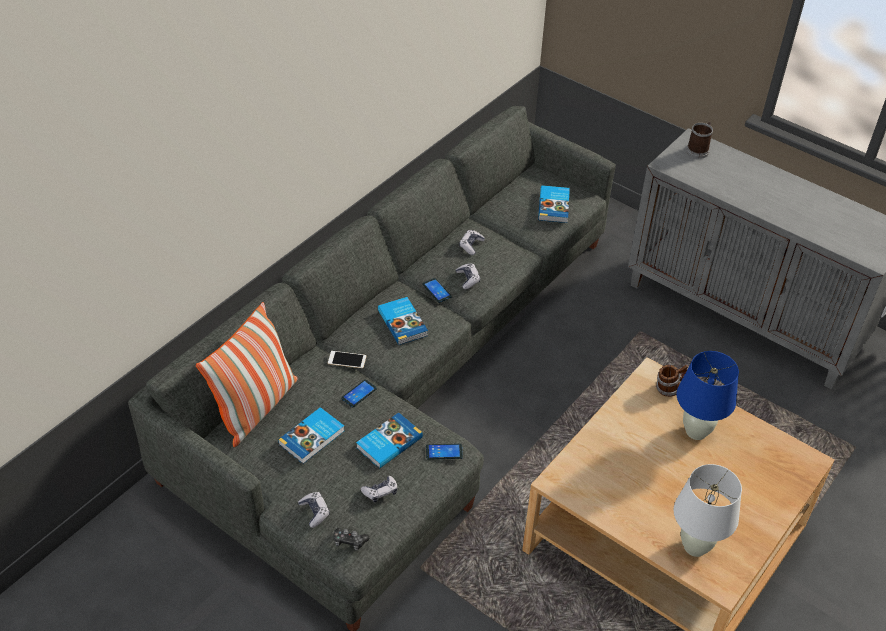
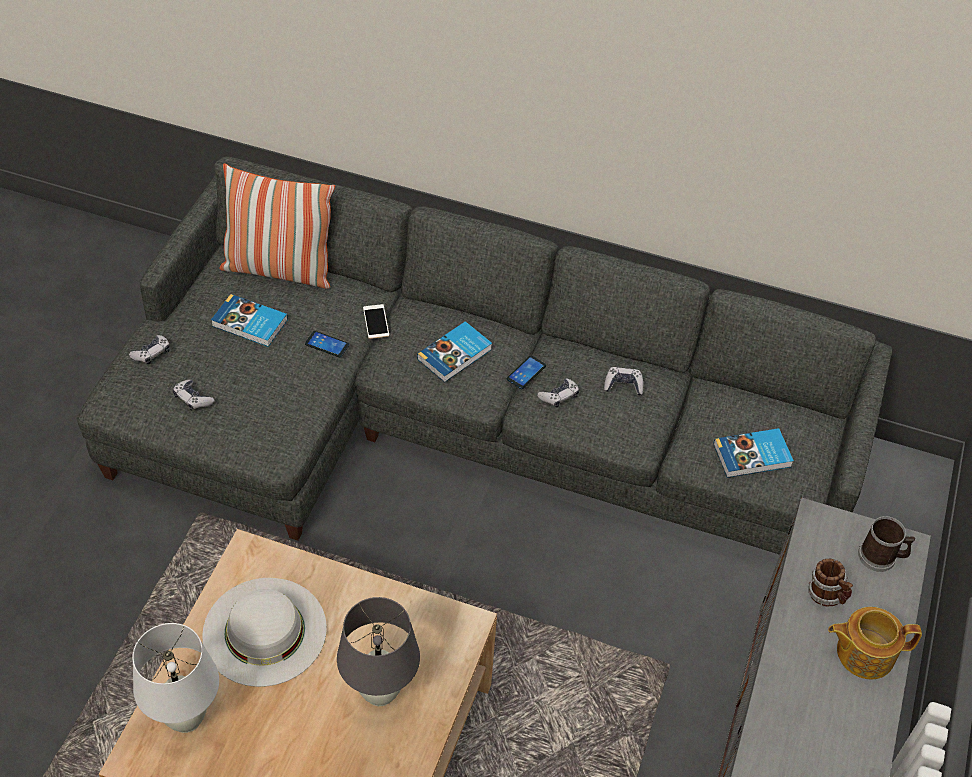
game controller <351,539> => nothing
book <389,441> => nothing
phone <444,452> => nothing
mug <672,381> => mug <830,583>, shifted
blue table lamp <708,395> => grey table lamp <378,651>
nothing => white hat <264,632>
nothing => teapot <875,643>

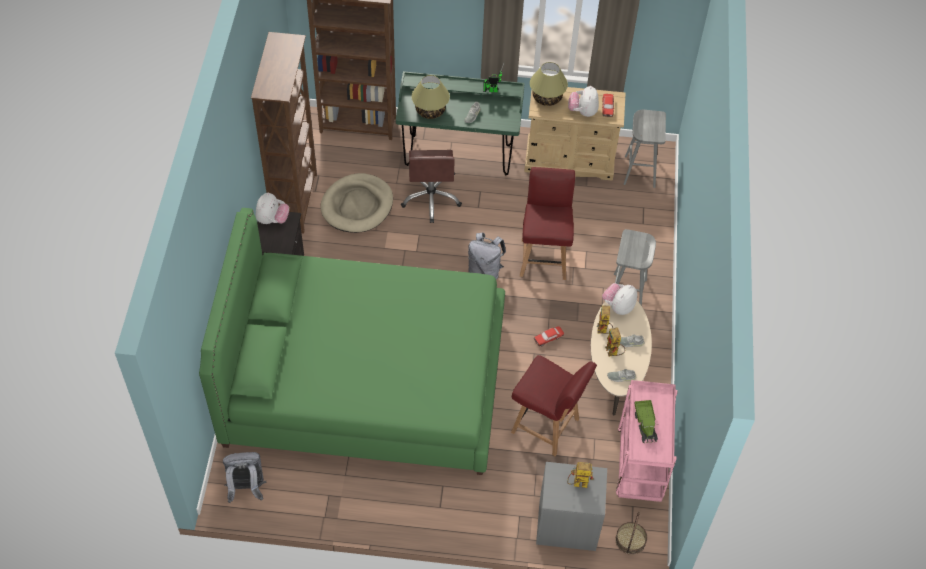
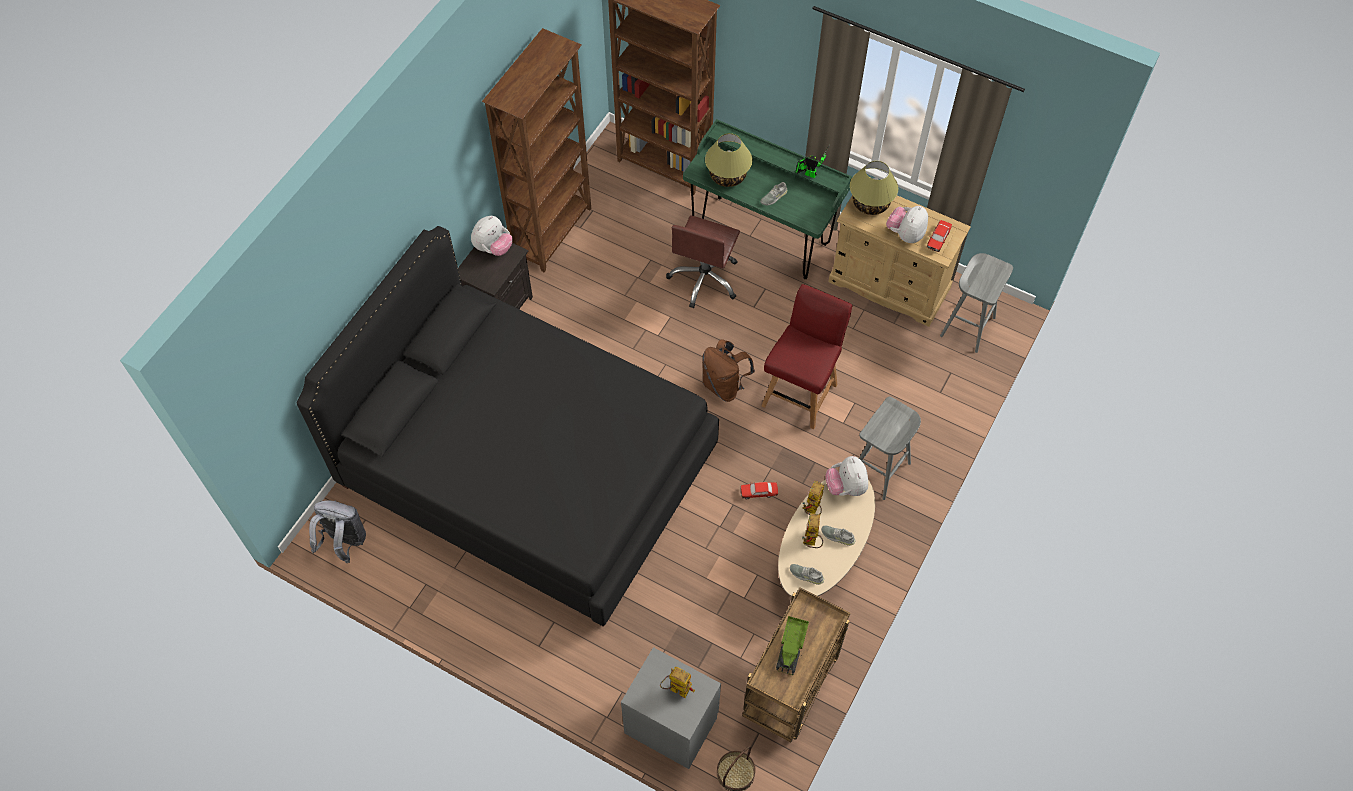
green bed <352,341> => black bed <507,426>
beige dog bed <356,203> => nothing
grey backpack <487,256> => brown backpack <728,370>
red chair <554,405> => nothing
plush toy <619,299> => plush toy <846,476>, 75 degrees counterclockwise
pink cart <646,441> => brown cart <796,664>

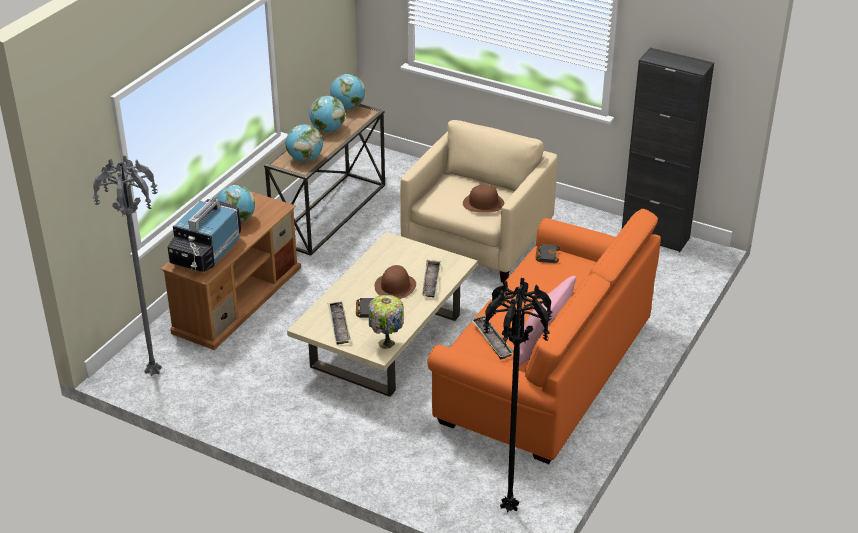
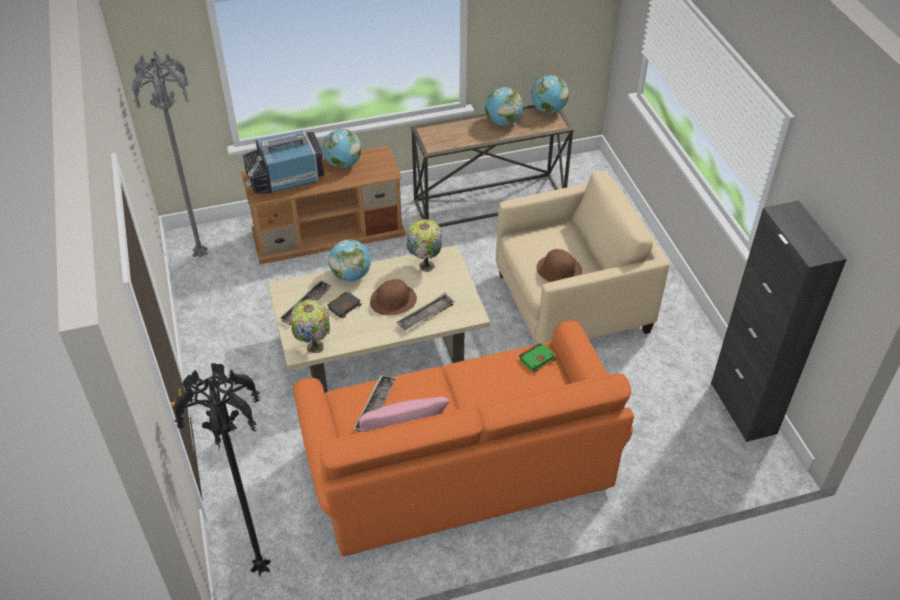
globe <304,143> => globe <350,260>, shifted
black book <548,253> => green book <537,357>
nothing => table lamp <424,245>

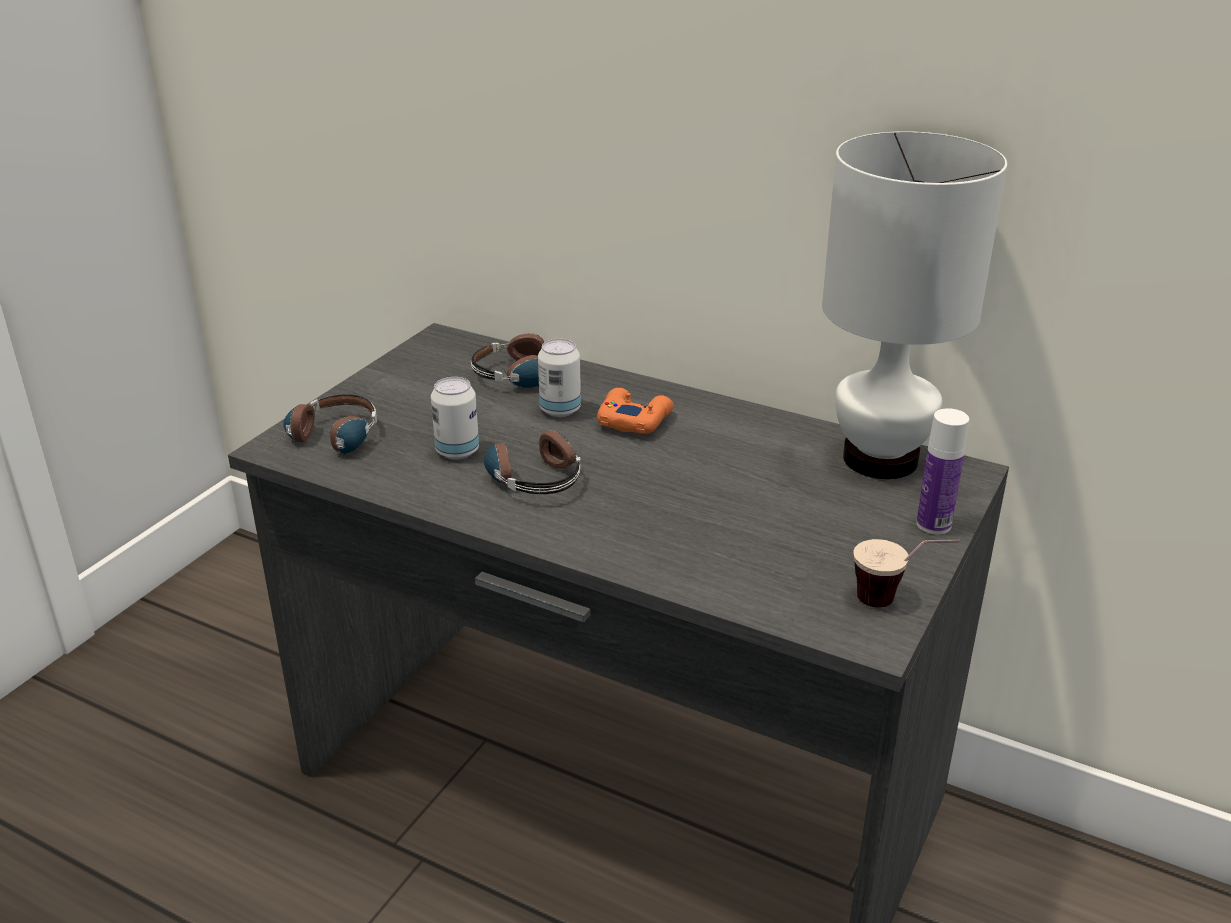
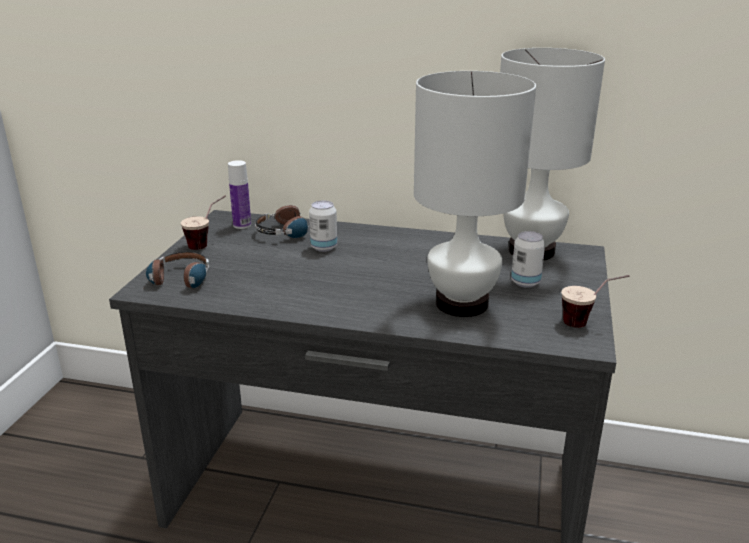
can <455,418> => can <528,259>, shifted
headphones <532,458> => nothing
orange game controller <635,411> => nothing
bottle <942,471> => bottle <239,194>, shifted
nothing => cup <203,222>
nothing => white table lamp <475,194>

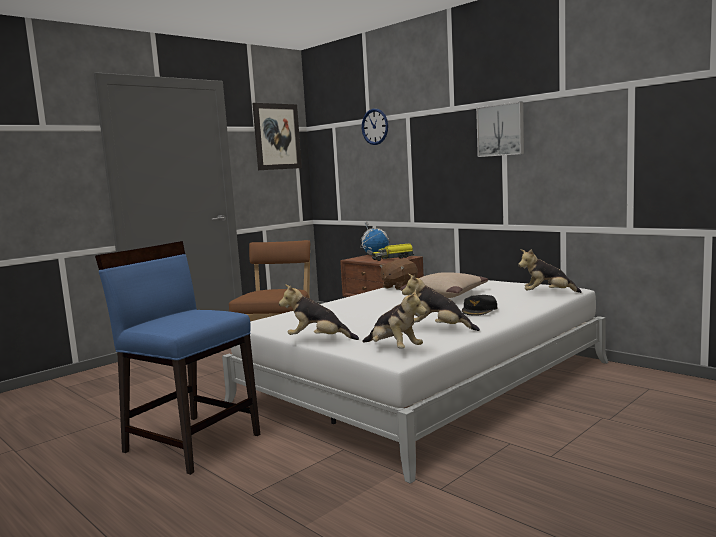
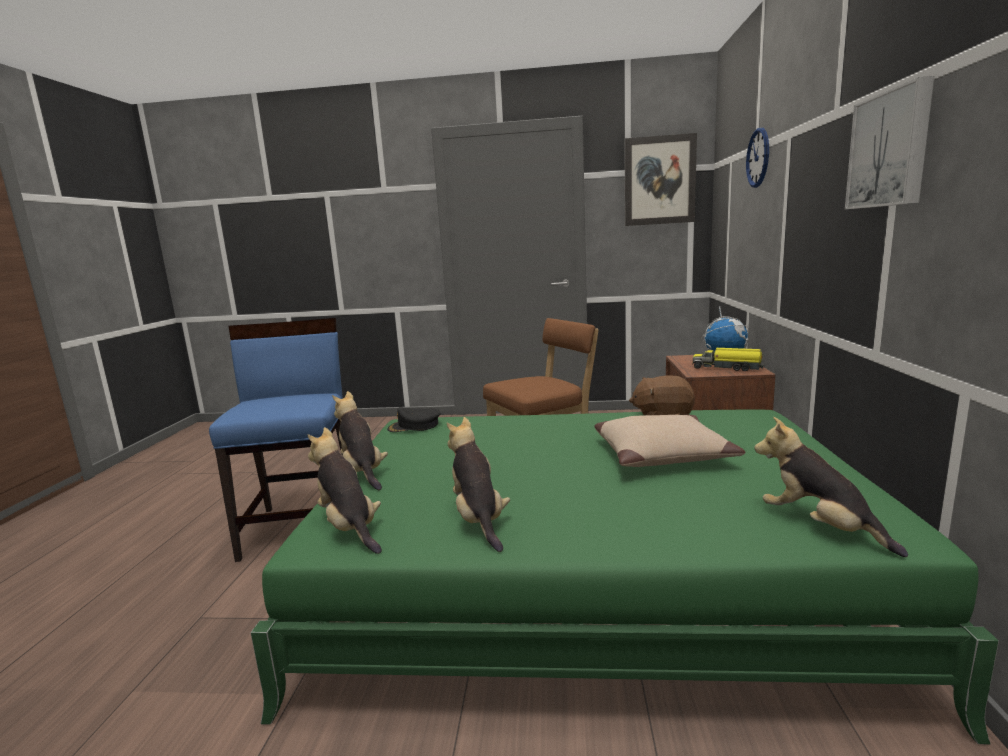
white bed <415,382> => green bed <625,577>
plush toy <395,319> => plush toy <345,490>, 135 degrees clockwise
black cap <479,305> => black cap <414,419>, shifted

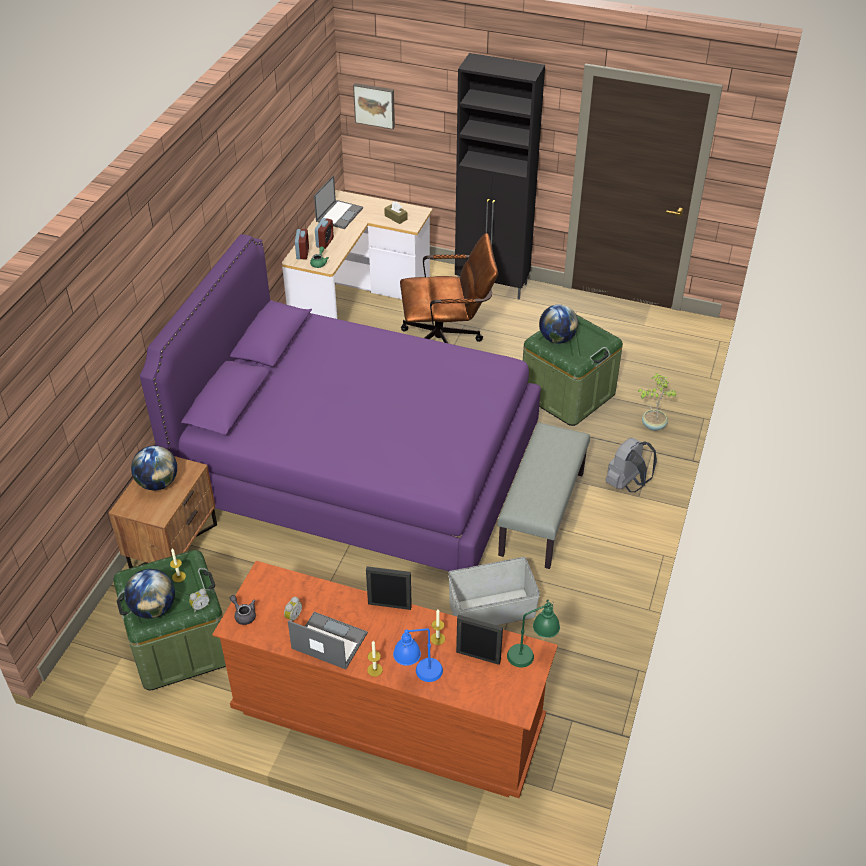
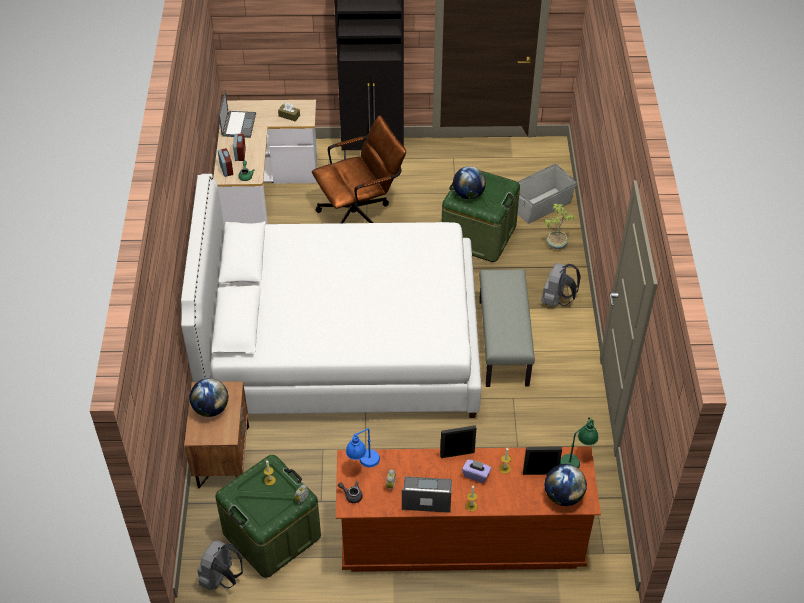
globe <149,594> => globe <566,485>, shifted
purple bed <340,402> => white bed <331,296>
picture <374,106> => nothing
blue table lamp <418,655> => blue table lamp <363,447>, shifted
grey storage box <494,591> => grey storage box <547,193>, shifted
nothing => grey backpack <220,565>
nothing => purple tissue box <476,471>

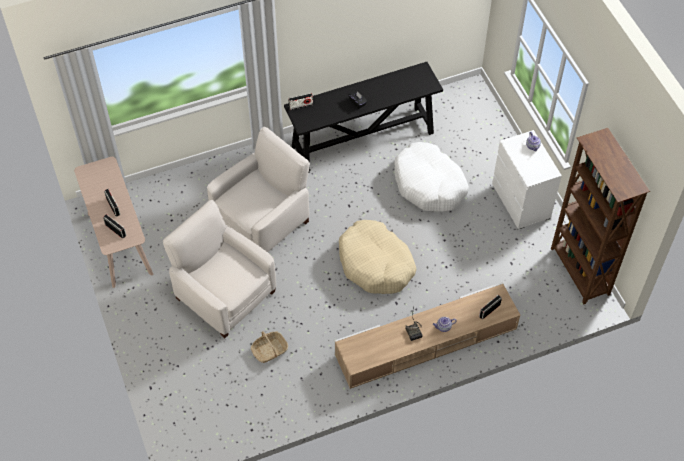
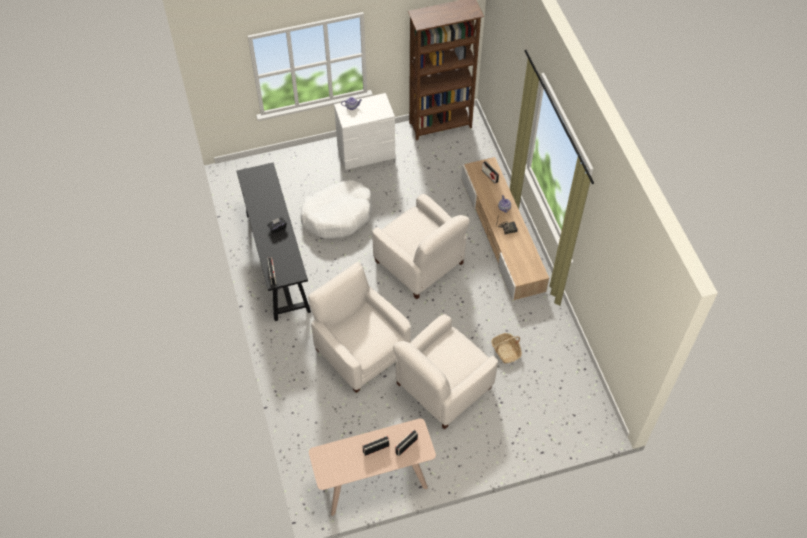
beige dog bed <377,257> => white armchair <421,246>

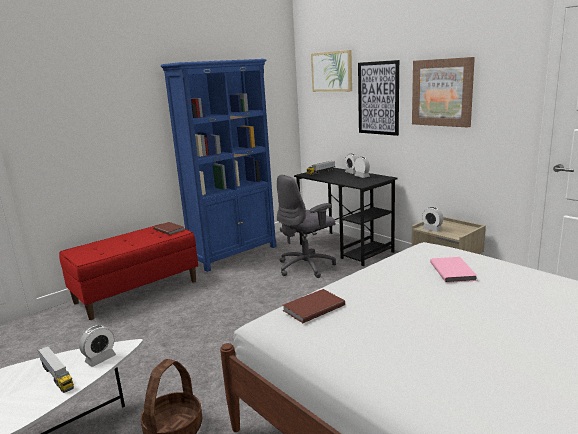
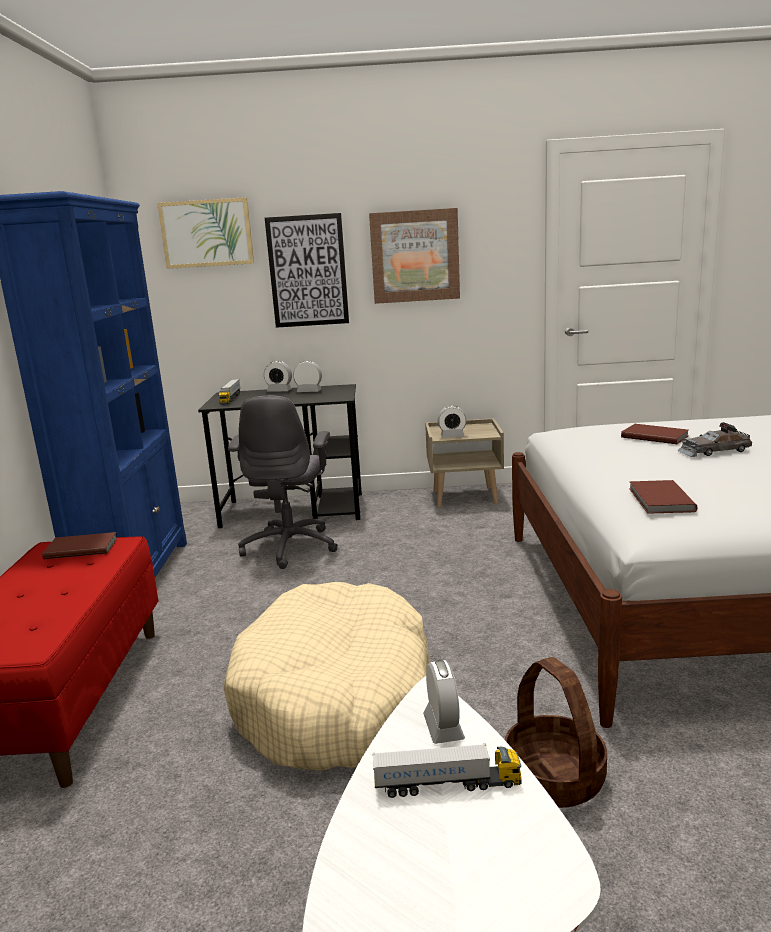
pink book <453,270> => brown book <655,434>
nothing => beige dog bed <326,676>
nothing => grey toy car <714,439>

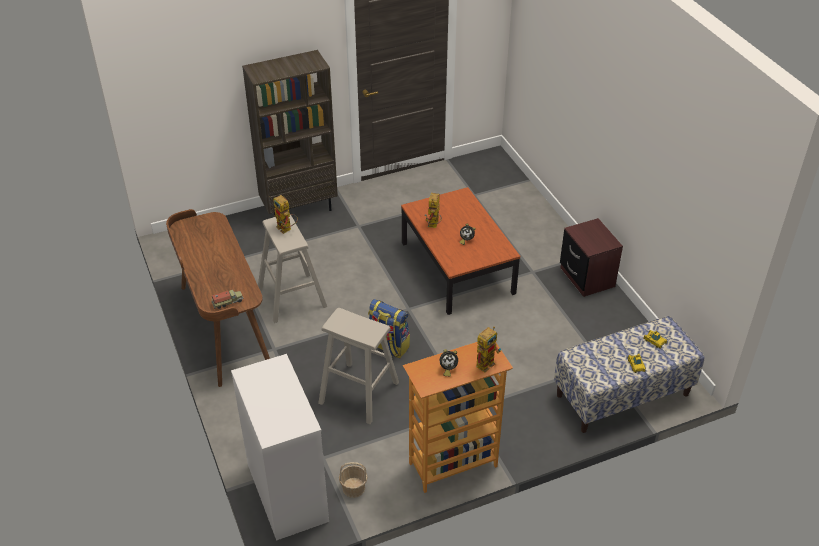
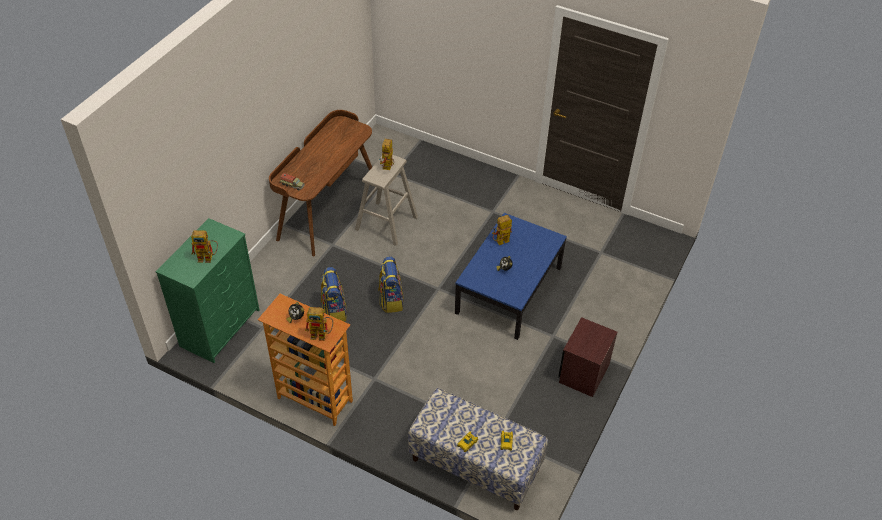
white dresser <280,447> => green dresser <207,290>
brown bookcase <290,133> => nothing
beige stool <358,366> => backpack <334,294>
basket <353,480> => nothing
brown coffee table <460,251> => blue coffee table <511,276>
nothing => toy robot <204,246>

